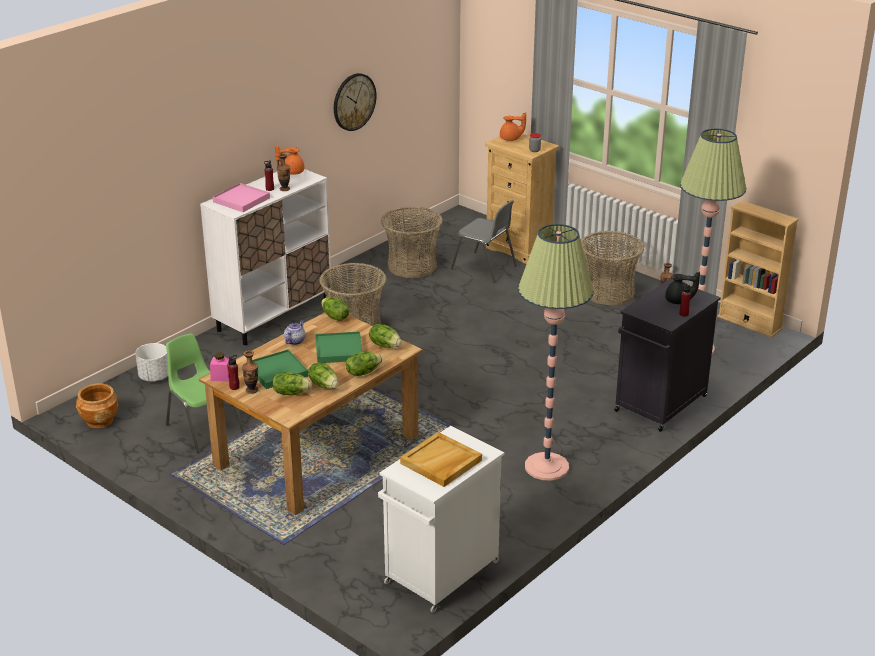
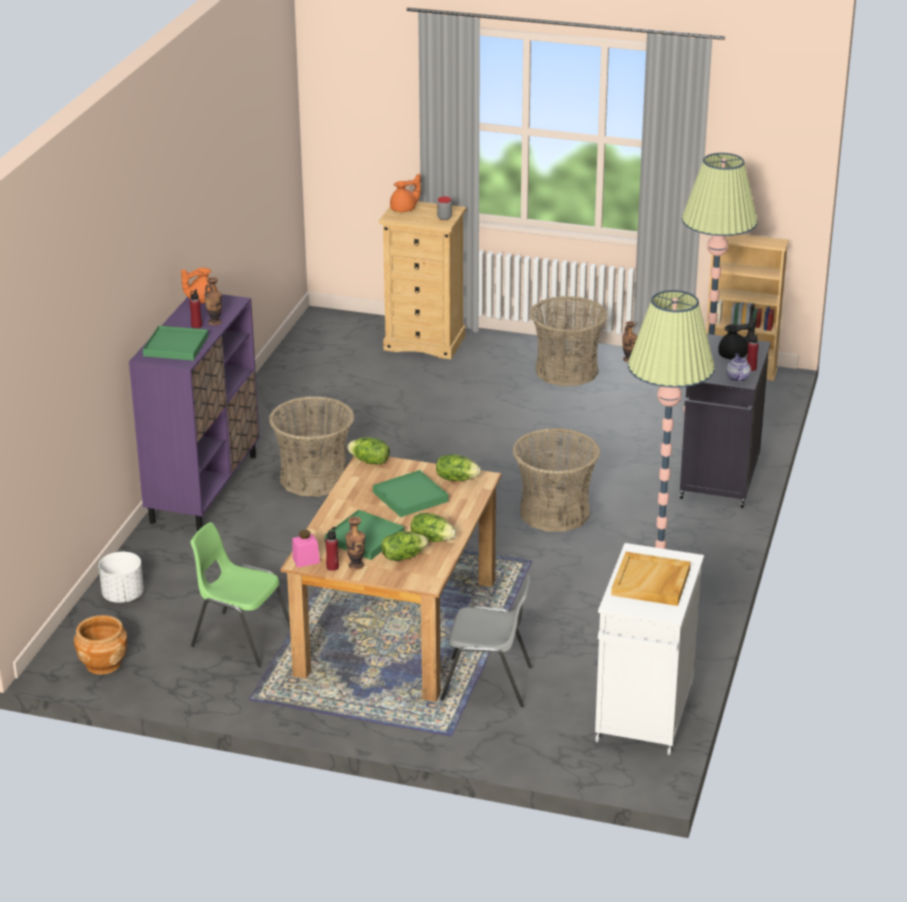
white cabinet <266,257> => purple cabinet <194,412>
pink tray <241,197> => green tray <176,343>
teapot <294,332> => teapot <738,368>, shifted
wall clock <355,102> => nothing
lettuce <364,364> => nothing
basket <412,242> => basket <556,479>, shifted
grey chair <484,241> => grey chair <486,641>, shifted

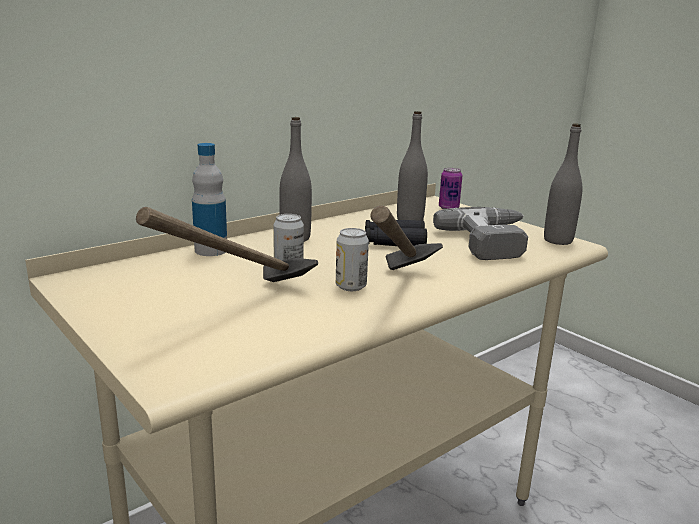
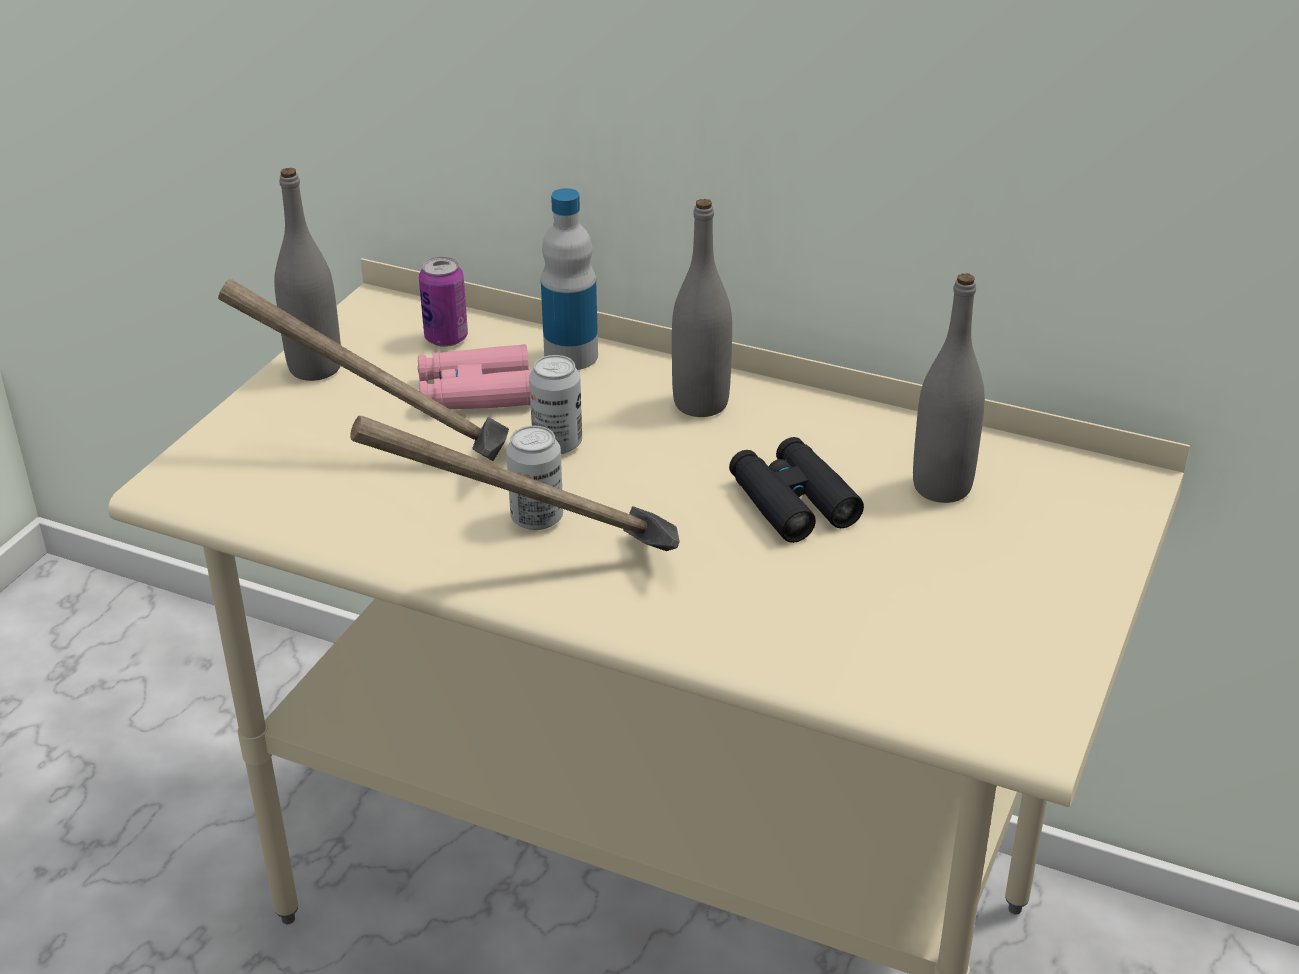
power drill <480,233> => nothing
can <450,188> => can <443,302>, shifted
grey bottle <563,184> => grey bottle <307,274>, shifted
nothing => pink binoculars <474,376>

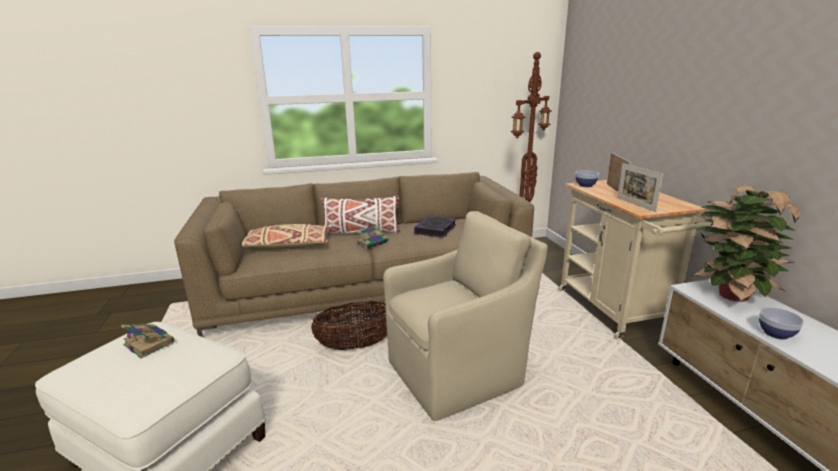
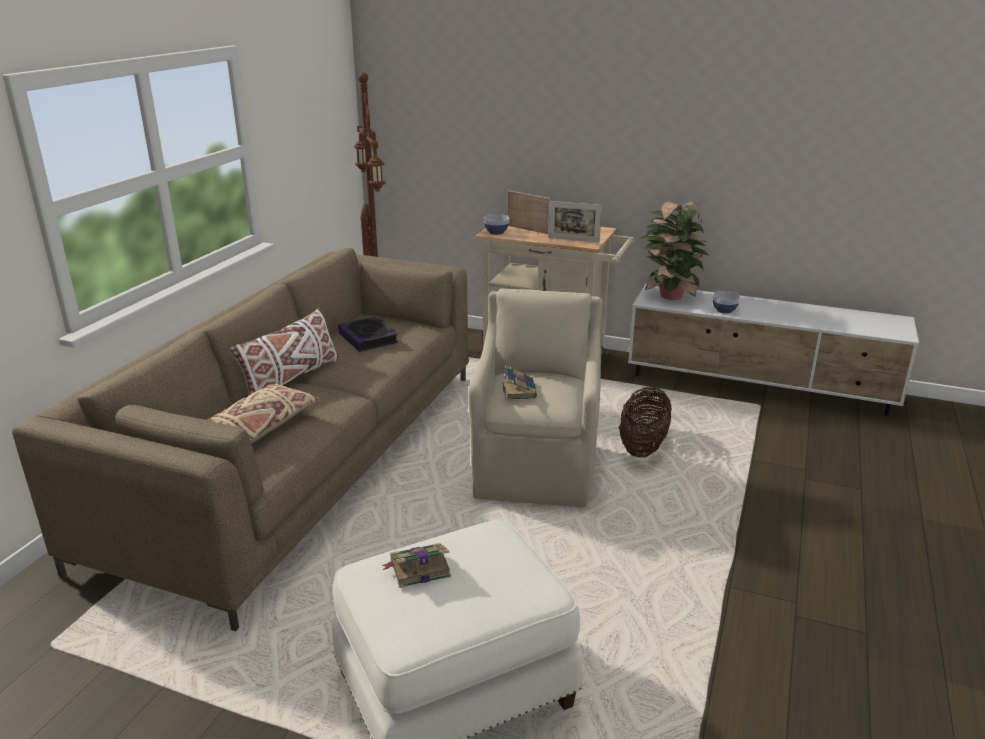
basket <349,325> => basket <645,422>, shifted
book <372,236> => book <519,382>, shifted

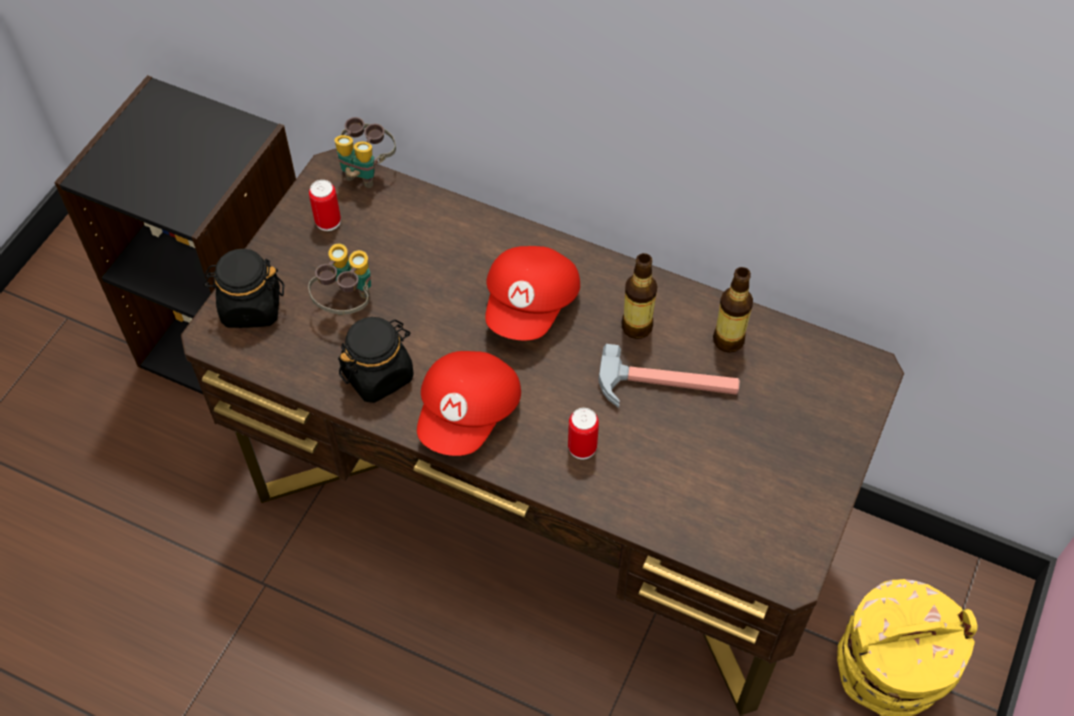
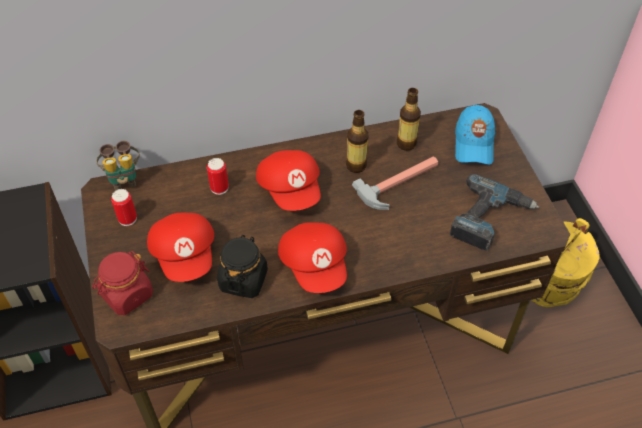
black jar <243,288> => red jar <122,283>
binoculars <339,279> => red cap <180,247>
can <583,433> => can <218,176>, shifted
nothing => power drill <494,212>
nothing => blue cap <475,135>

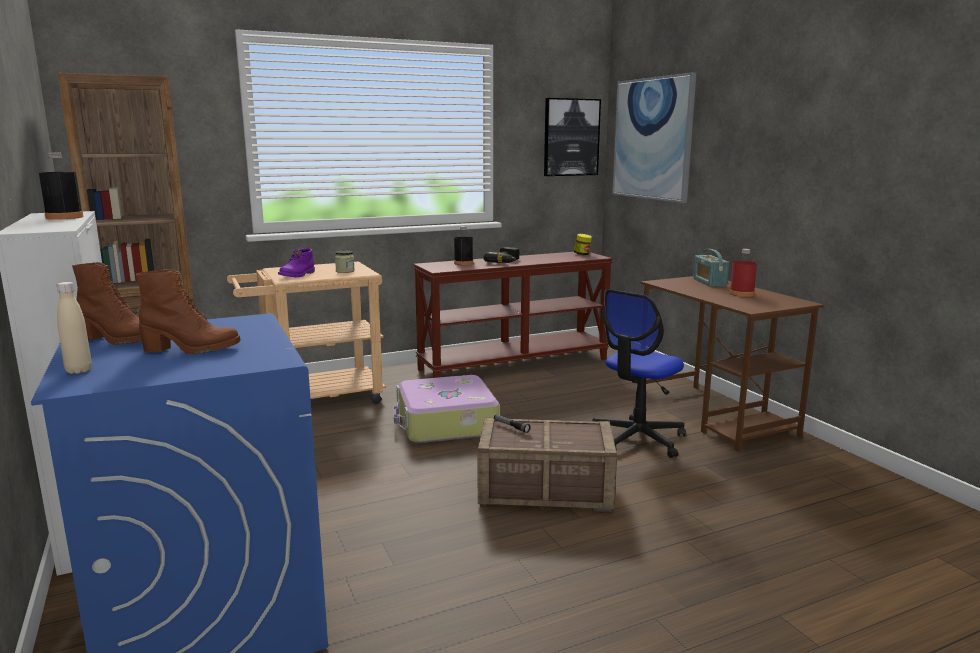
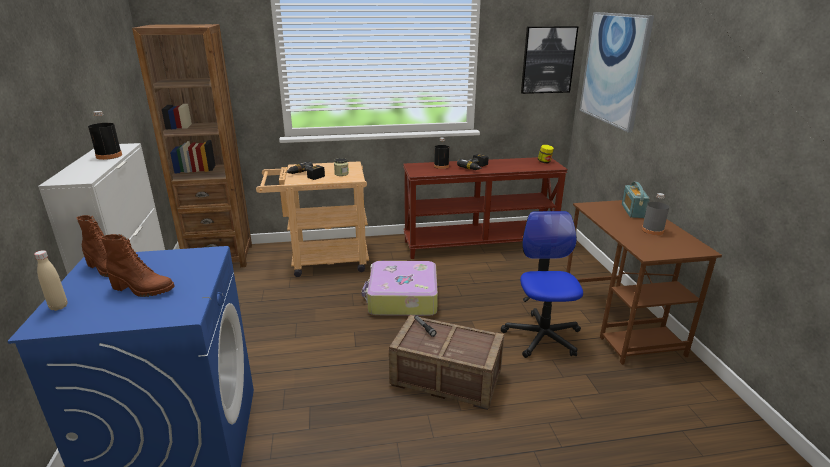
purple boot <296,262> => power drill <305,171>
office chair <639,373> => office chair <542,284>, 120 degrees clockwise
red bottle <743,273> => grey bottle <655,214>

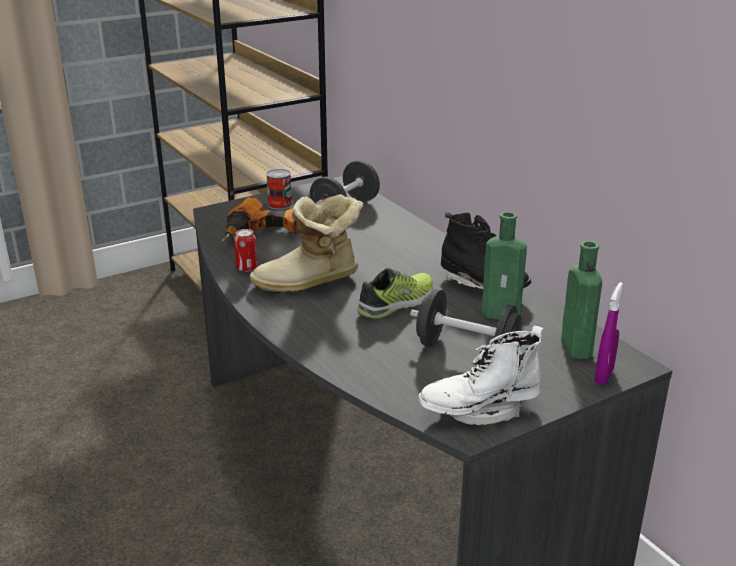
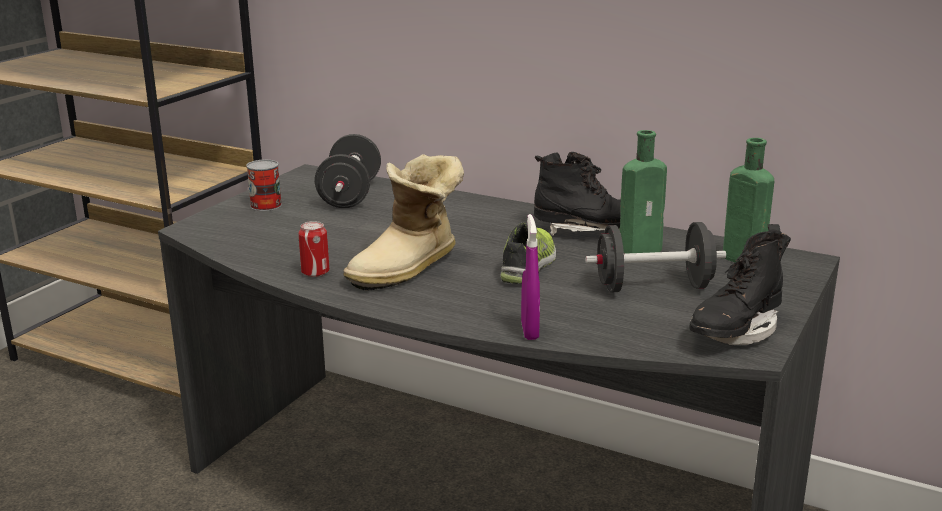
power drill <260,220> => nothing
white boot <481,375> => black boot <740,284>
purple spray bottle <609,333> => purple spray bottle <530,277>, shifted

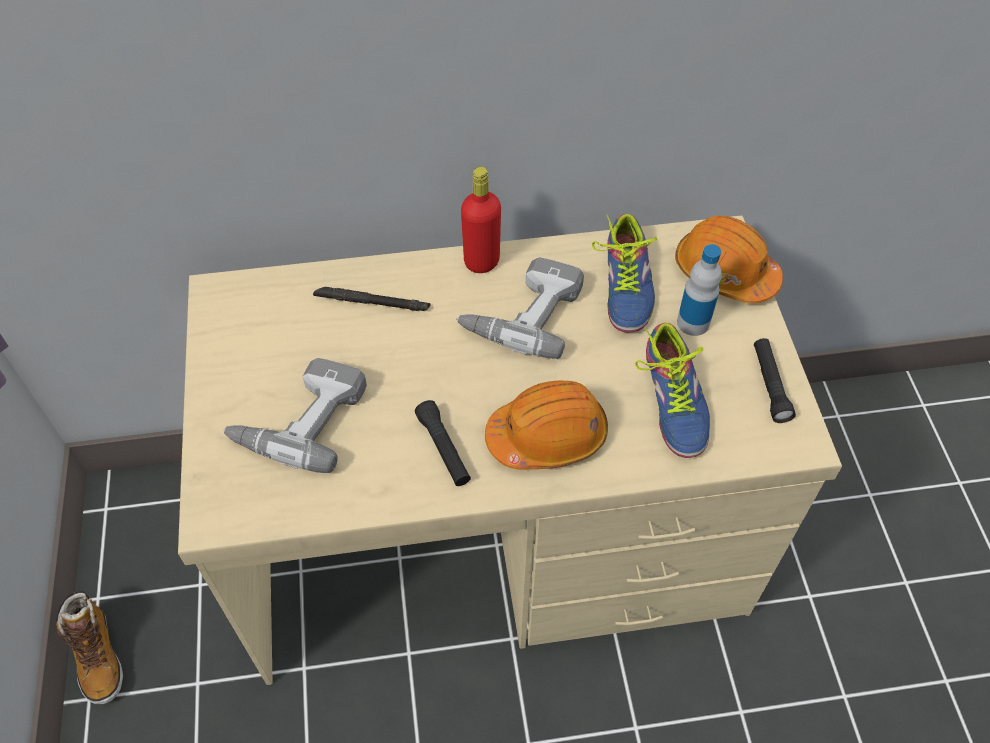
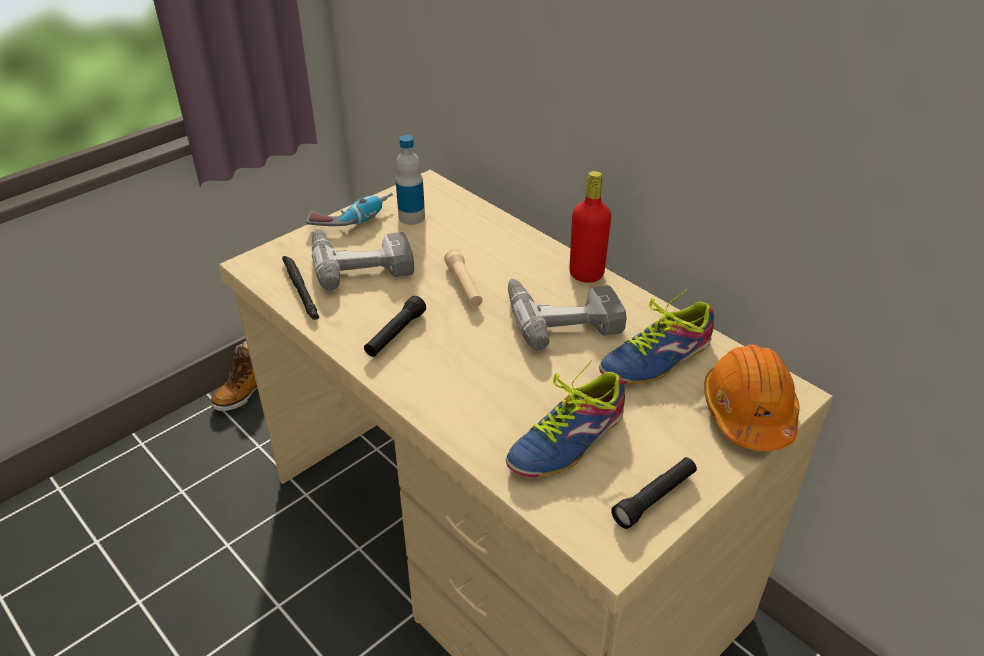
black flashlight <372,299> => black flashlight <300,288>, shifted
orange hard hat <546,425> => nothing
bottle <699,290> => bottle <410,180>, shifted
nothing => power drill <349,209>
nothing => beige flashlight <463,278>

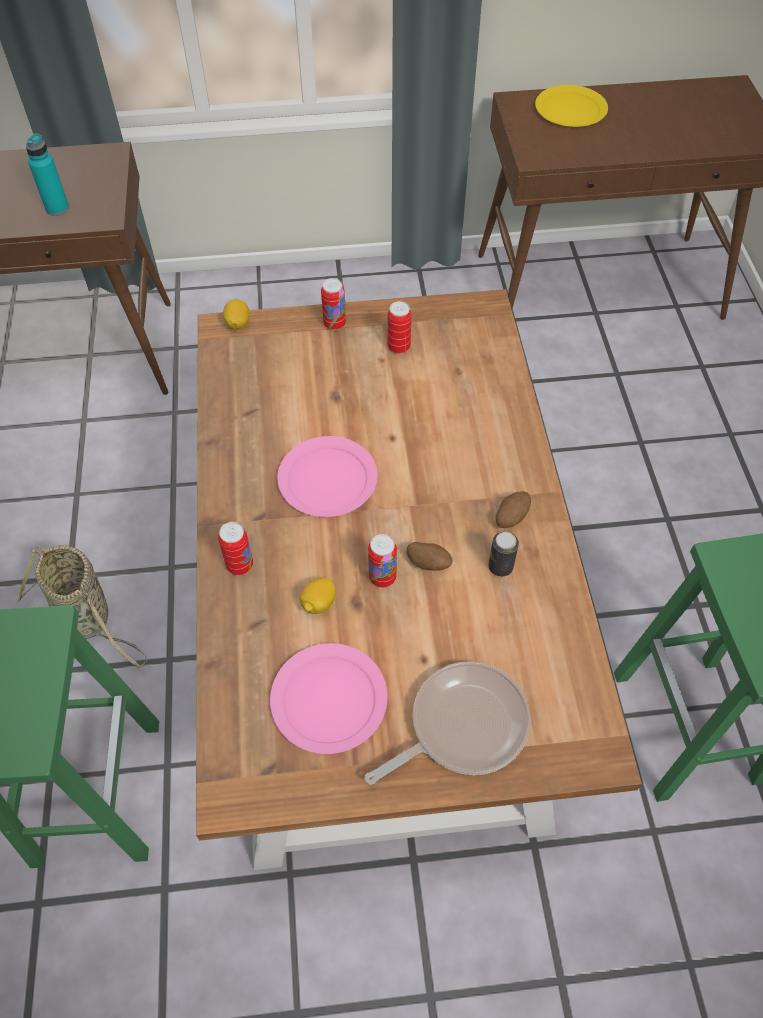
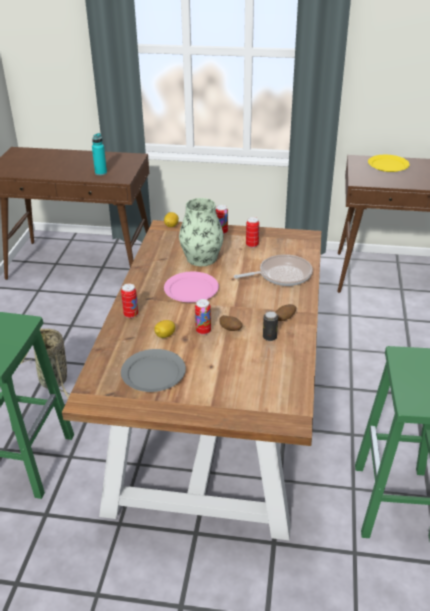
pink plate <329,698> => grey plate <153,370>
frying pan <448,723> => frying pan <273,270>, shifted
nothing => vase <201,232>

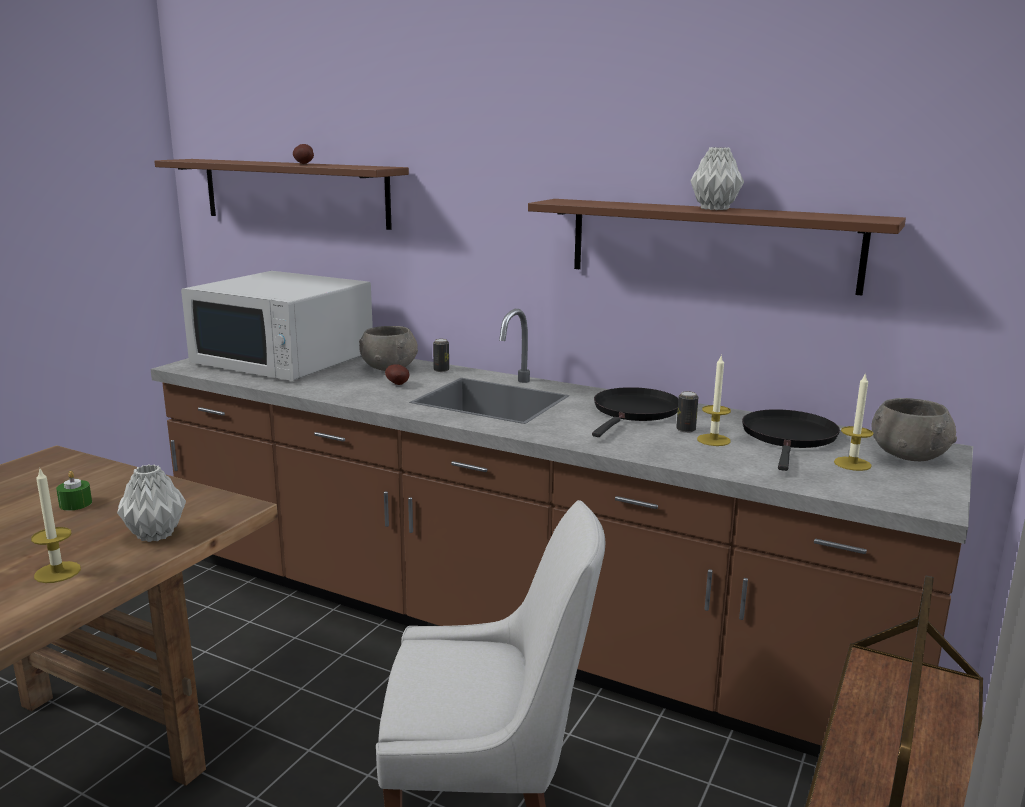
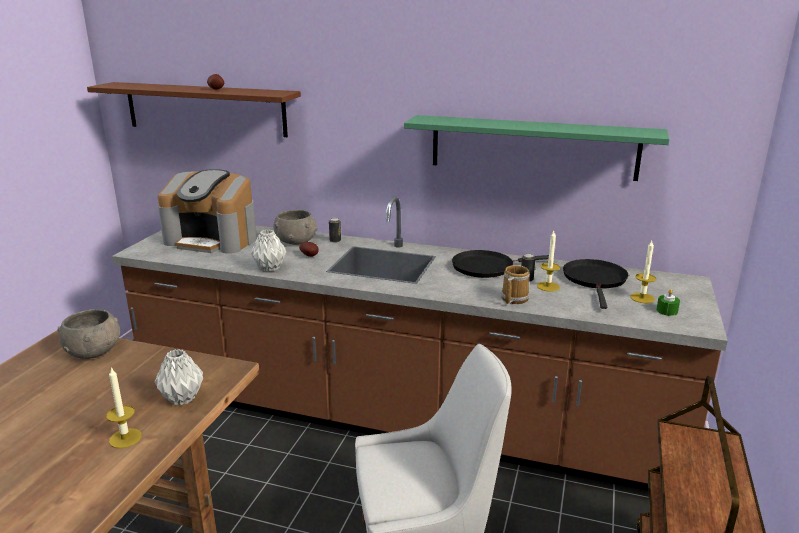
green candle <74,491> => green candle <668,302>, shifted
white microwave <277,326> => coffee machine <207,211>
brown shelf <717,247> => green shelf <537,148>
black frying pan <635,412> => black frying pan <500,264>, 120 degrees counterclockwise
grey vase <717,178> => grey vase <268,251>, shifted
grey bowl <914,429> => grey bowl <89,334>, shifted
nothing => mug <515,284>

